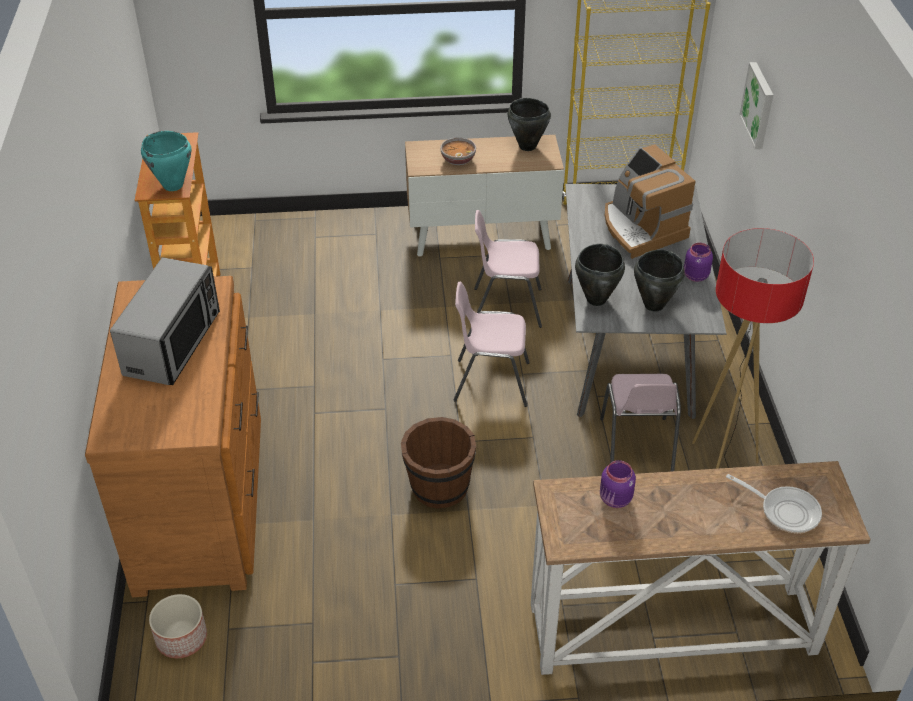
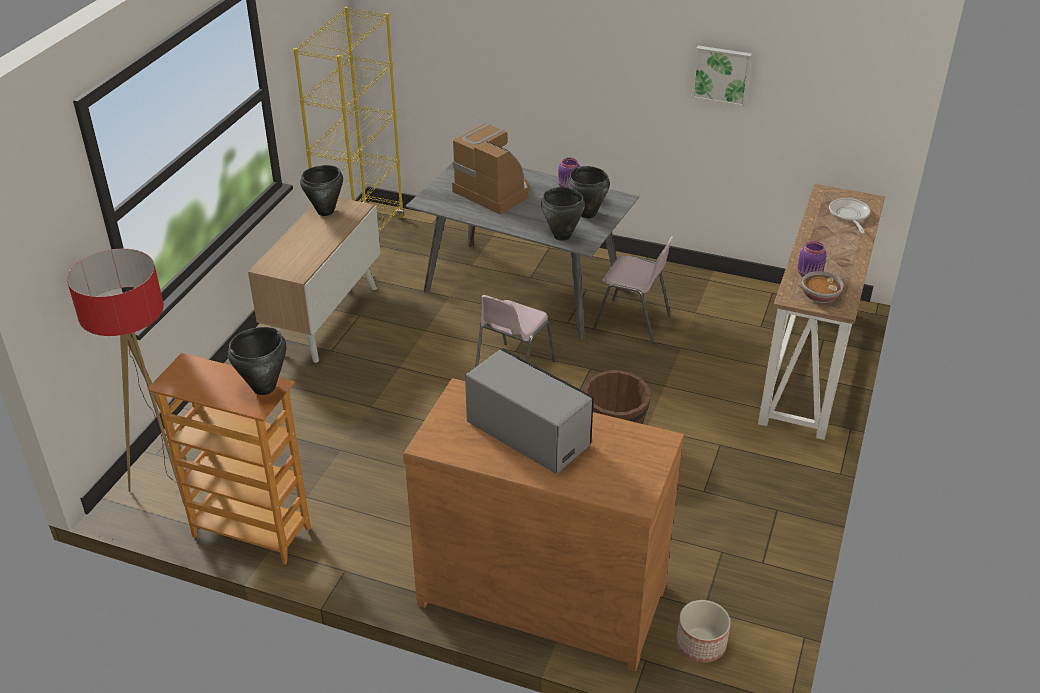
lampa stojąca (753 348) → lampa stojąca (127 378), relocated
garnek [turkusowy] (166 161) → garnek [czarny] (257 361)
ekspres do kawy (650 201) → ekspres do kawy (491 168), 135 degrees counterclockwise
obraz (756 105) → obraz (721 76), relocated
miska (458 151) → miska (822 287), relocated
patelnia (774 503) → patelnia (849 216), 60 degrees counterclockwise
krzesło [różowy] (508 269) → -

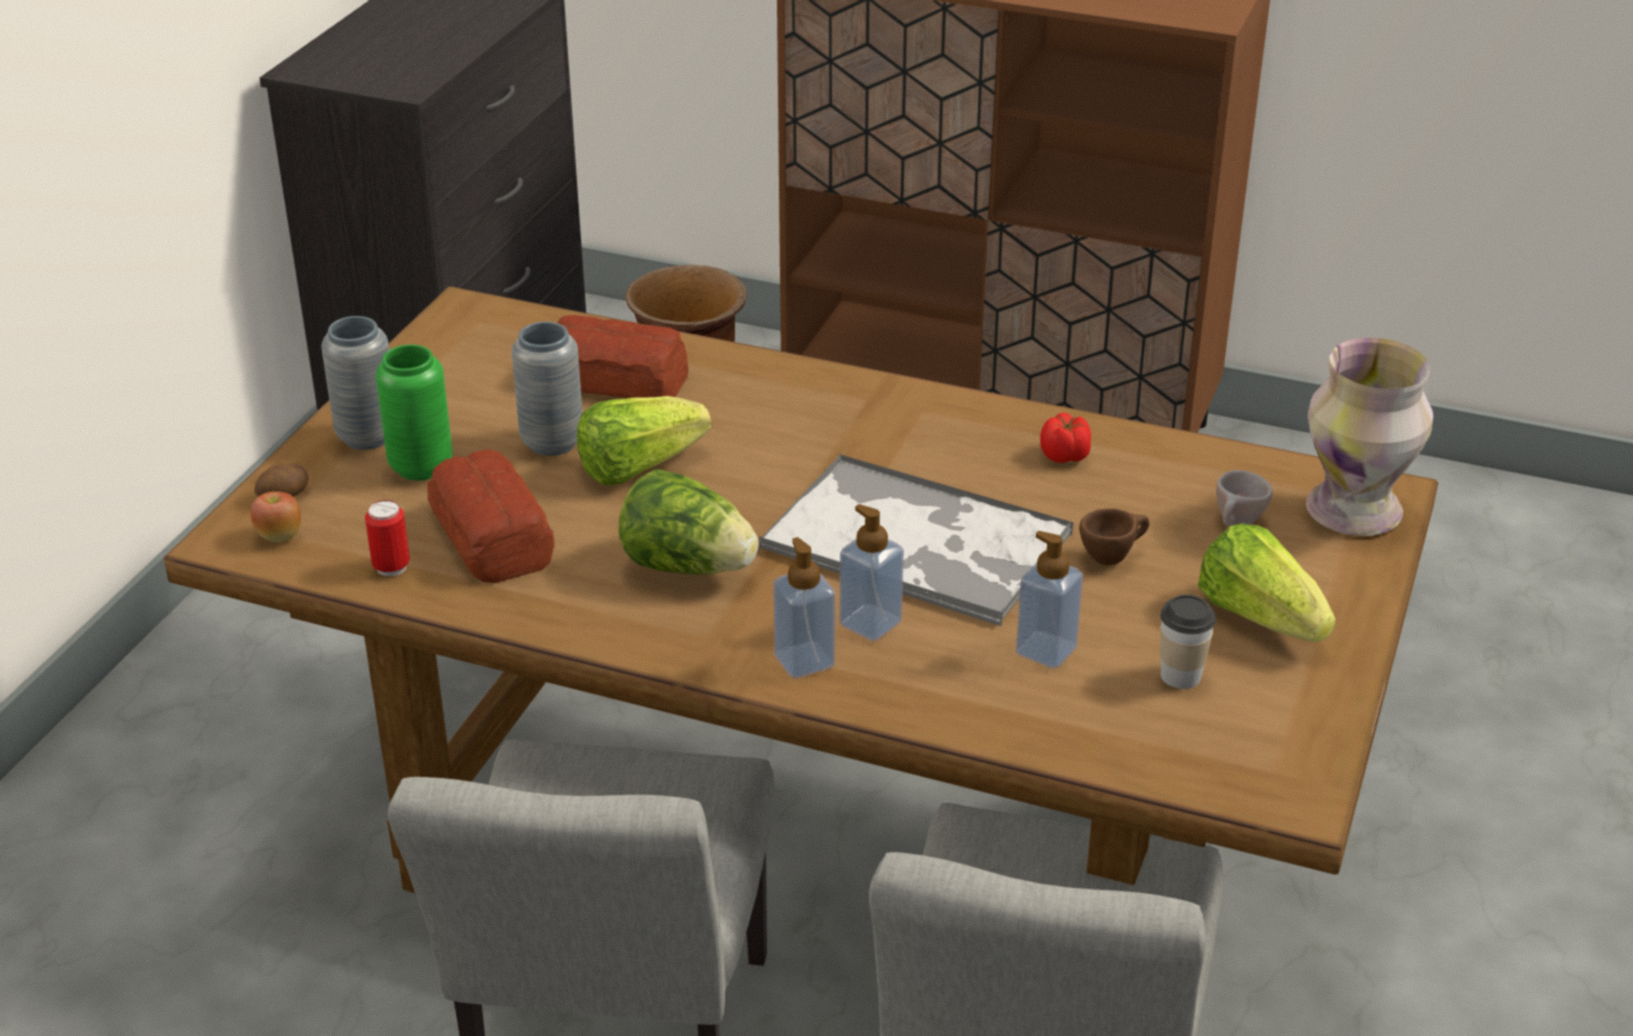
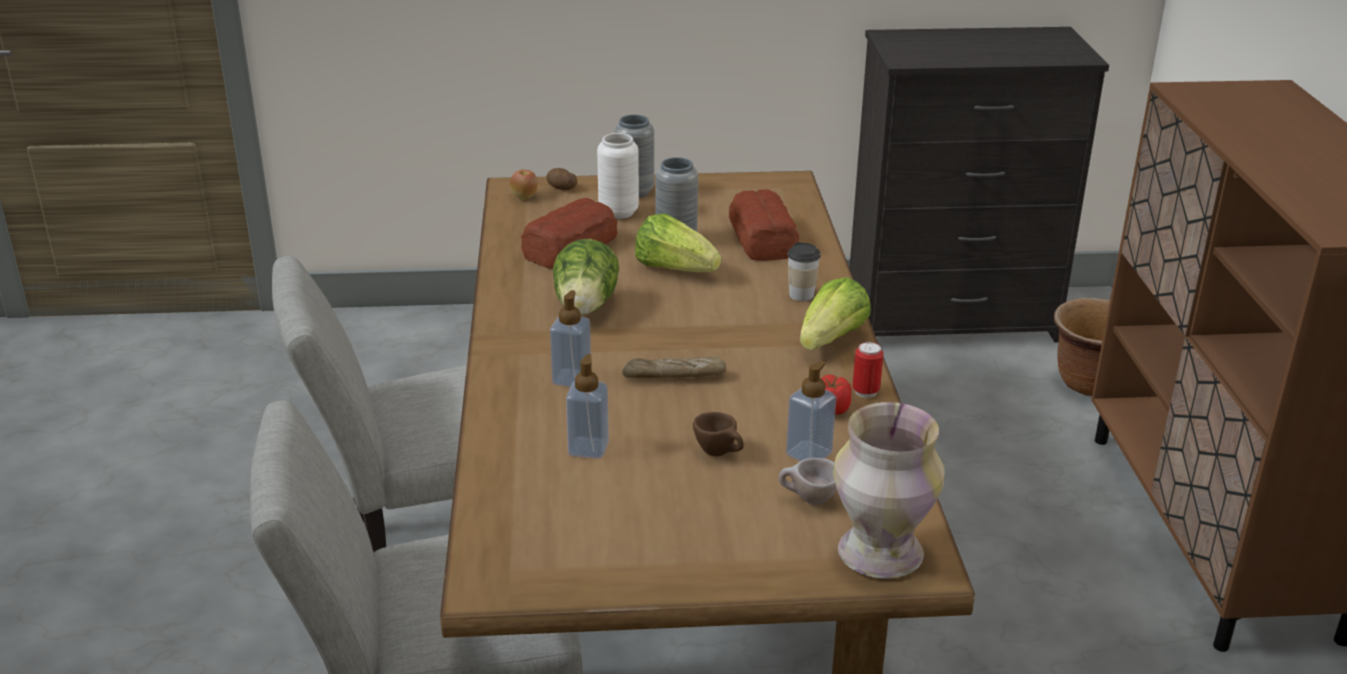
wazon [zielony] (414 412) → wazon [biały] (618 176)
taca (916 539) → chleb (674 367)
dozownik mydła (804 607) → dozownik mydła (811 411), relocated
filiżanka (1188 642) → filiżanka (804 271), relocated
sałata (1267 583) → sałata (835 313), relocated
puszka (387 538) → puszka (868 370), relocated

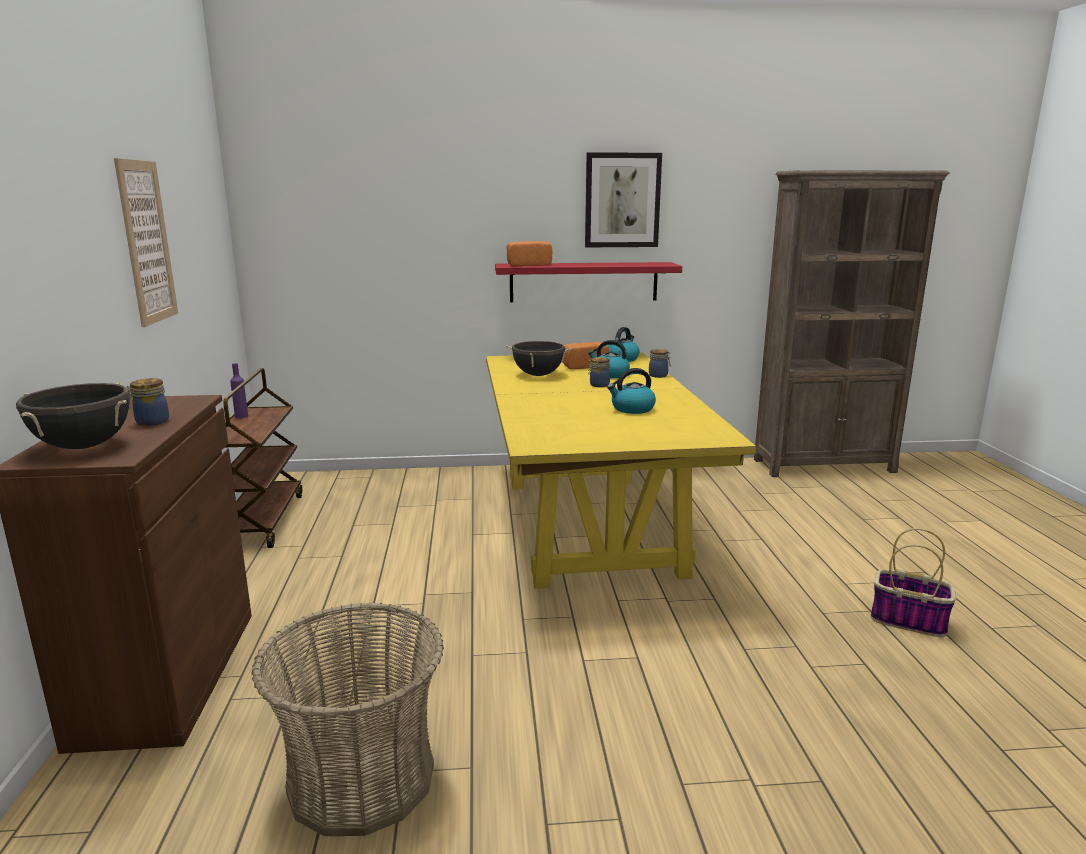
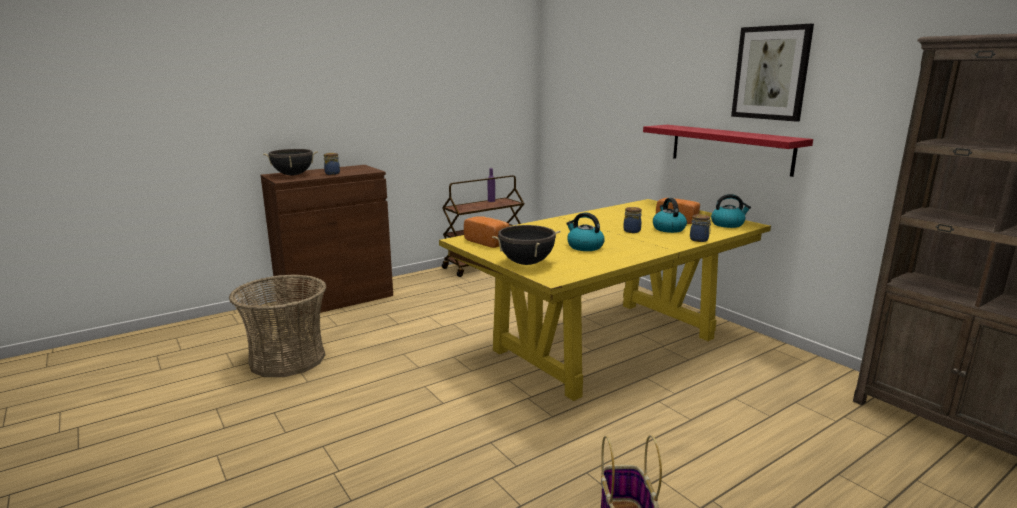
chleb (529 253) → chleb (487 232), relocated
garnek [czarny] (538 358) → garnek [czarny] (526 245), relocated
obraz (146 242) → -

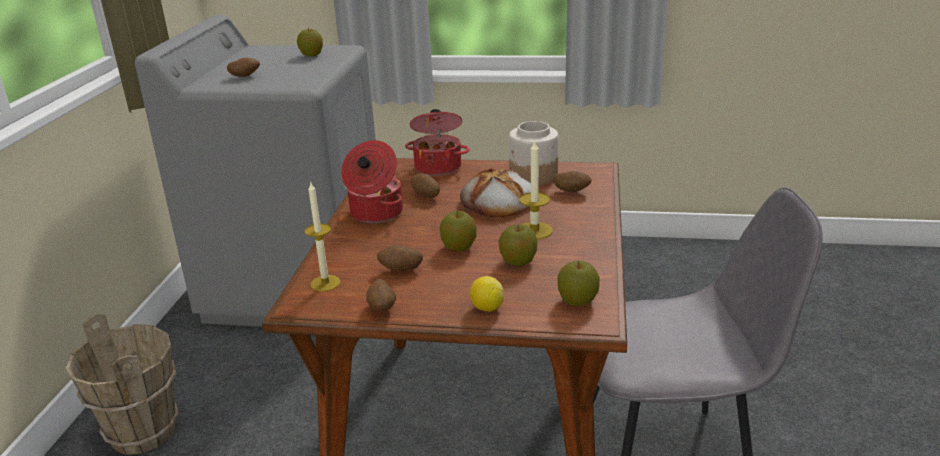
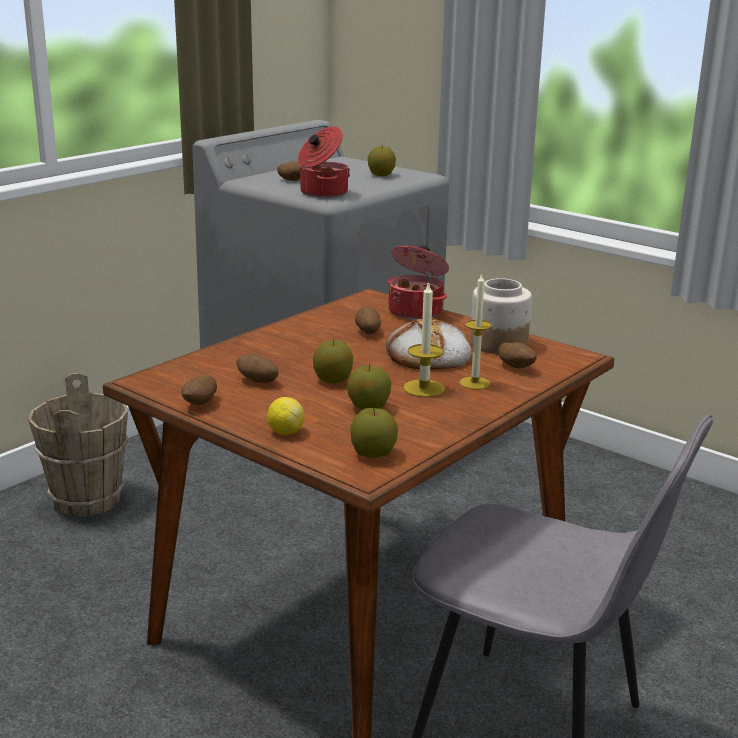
garnek (372 181) → garnek (324 162), relocated
świeca (322 236) → świeca (476 331), relocated

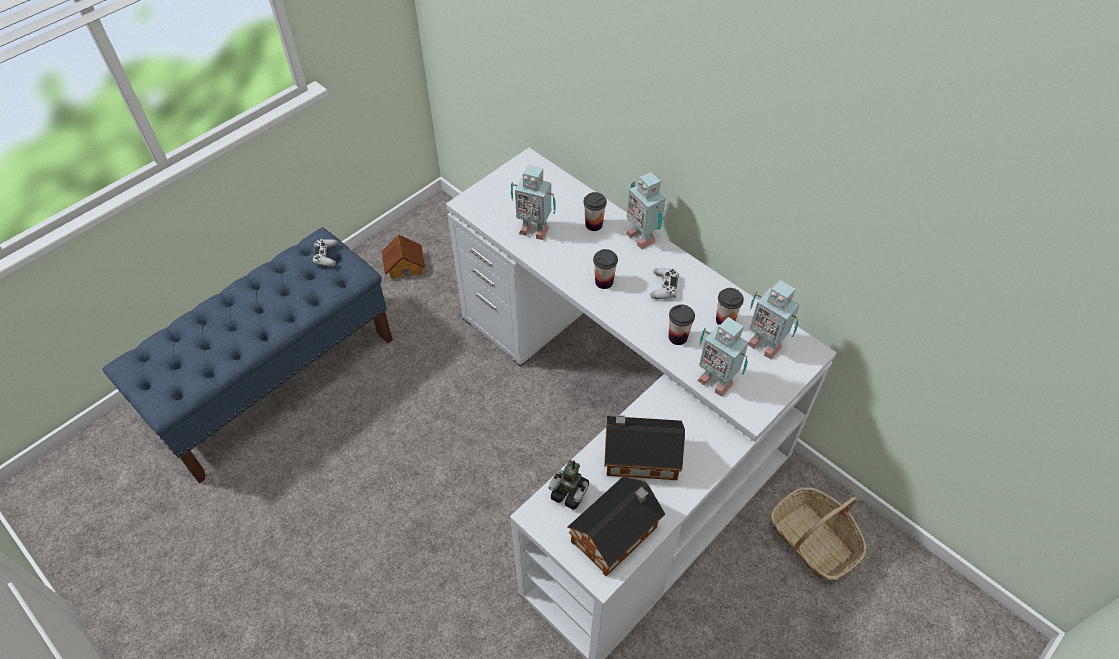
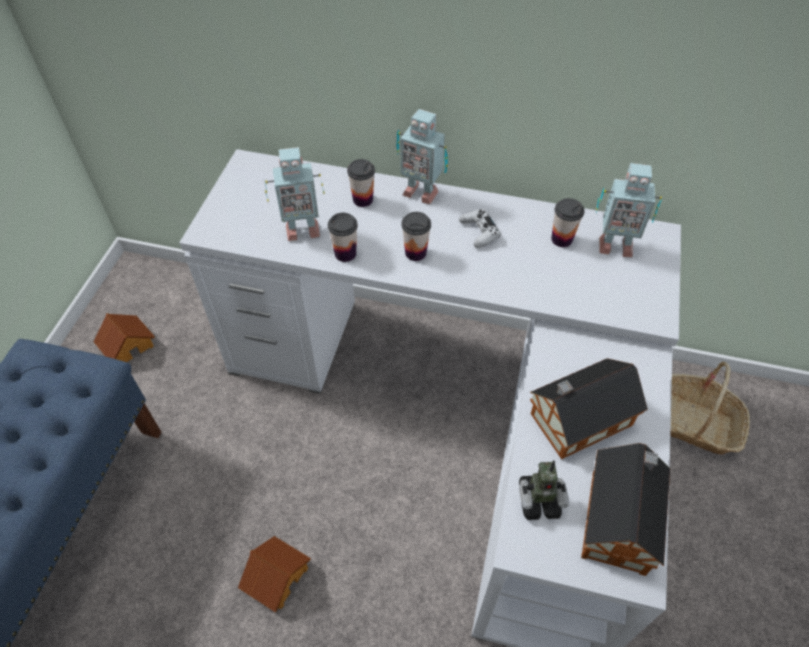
- → domek (274 574)
filiżanka (682 324) → filiżanka (343 237), relocated
pad do gier [biały] (325 253) → -
robot zabawkowy (723 357) → -

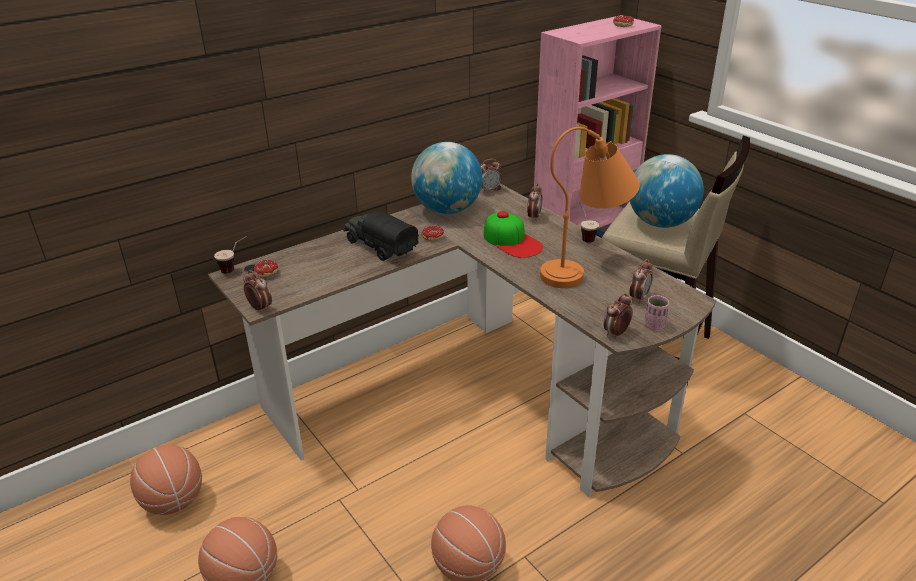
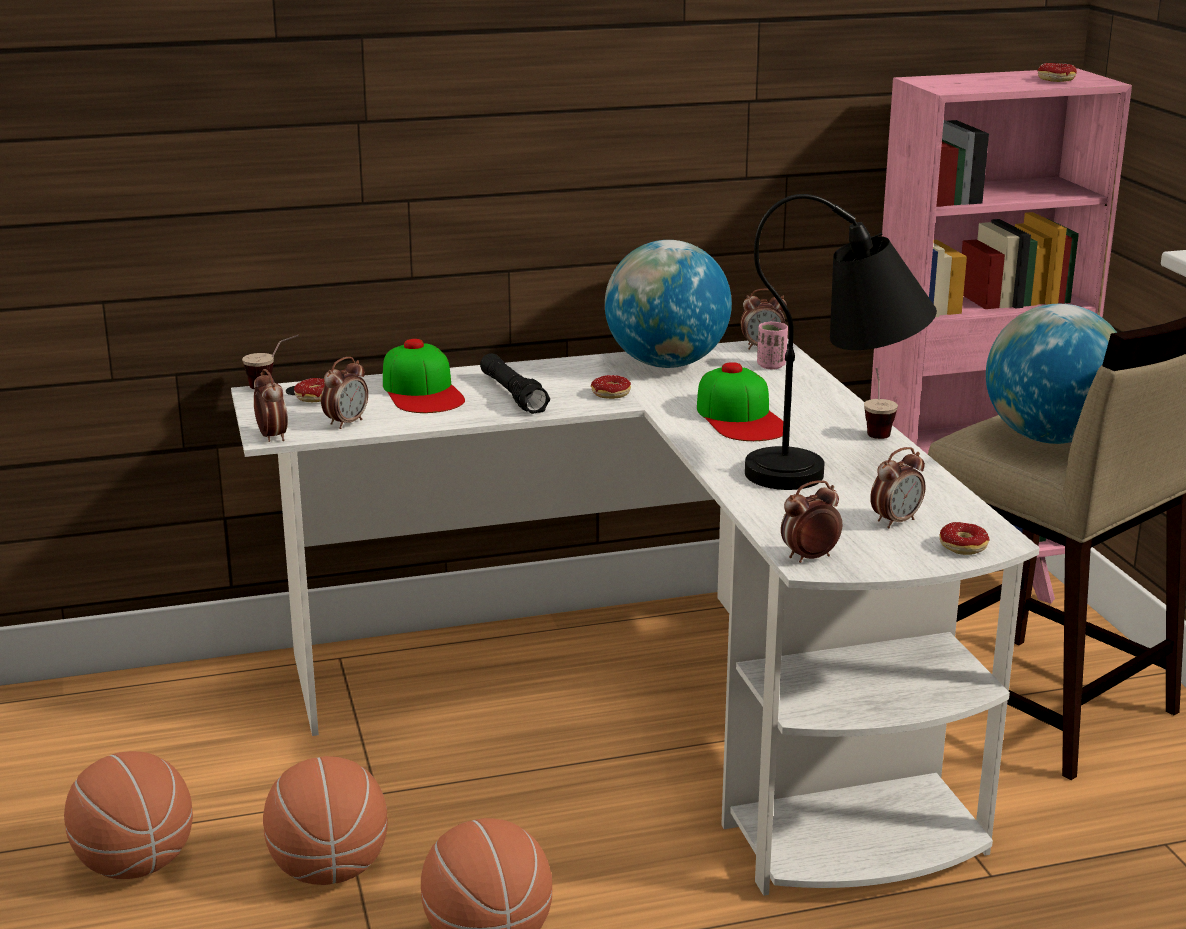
biurko [brązowy] (462 340) → biurko [biały] (635 617)
piłka do koszykówki (166 480) → piłka do koszykówki (325 820), relocated
budzik (534 202) → budzik (344 393), relocated
- → czapka z daszkiem (424 376)
ciężarówka zabawkowa (381 236) → latarka [czarny] (515 383)
lampa stołowa [pomarańczowy] (590 207) → lampa stołowa [czarny] (841 342)
filiżanka [różowy] (656 312) → filiżanka [różowy] (772 345), relocated
- → donut (964 538)

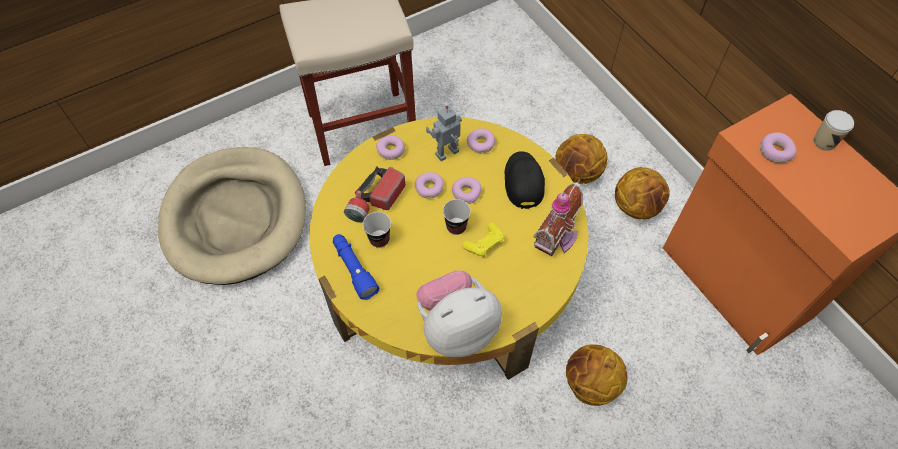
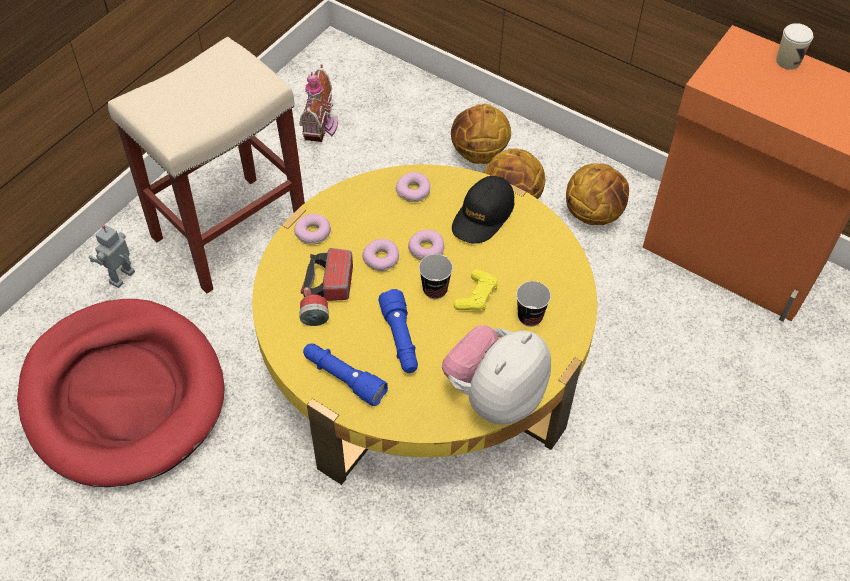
legowisko [beżowy] (232 216) → legowisko [czerwony] (121 393)
robot zabawkowy (444 133) → robot zabawkowy (112 256), relocated
domek (558 217) → domek (318 103), relocated
- → latarka [niebieski] (398 331)
piłka do koszykówki (596 375) → piłka do koszykówki (481 134), relocated
czapka z daszkiem [czarny] (525 180) → czapka z daszkiem [czarny] (483 209), 120 degrees counterclockwise
filiżanka (377 230) → filiżanka (533 304), relocated
donut (778 148) → -

